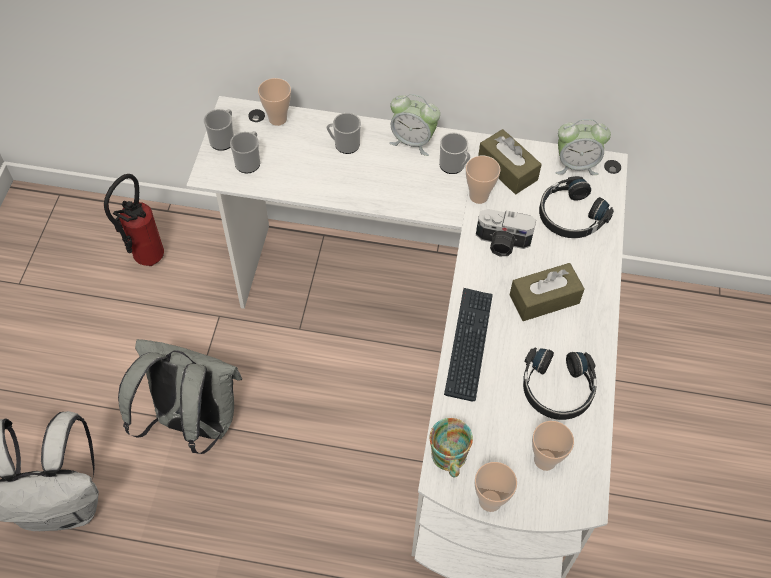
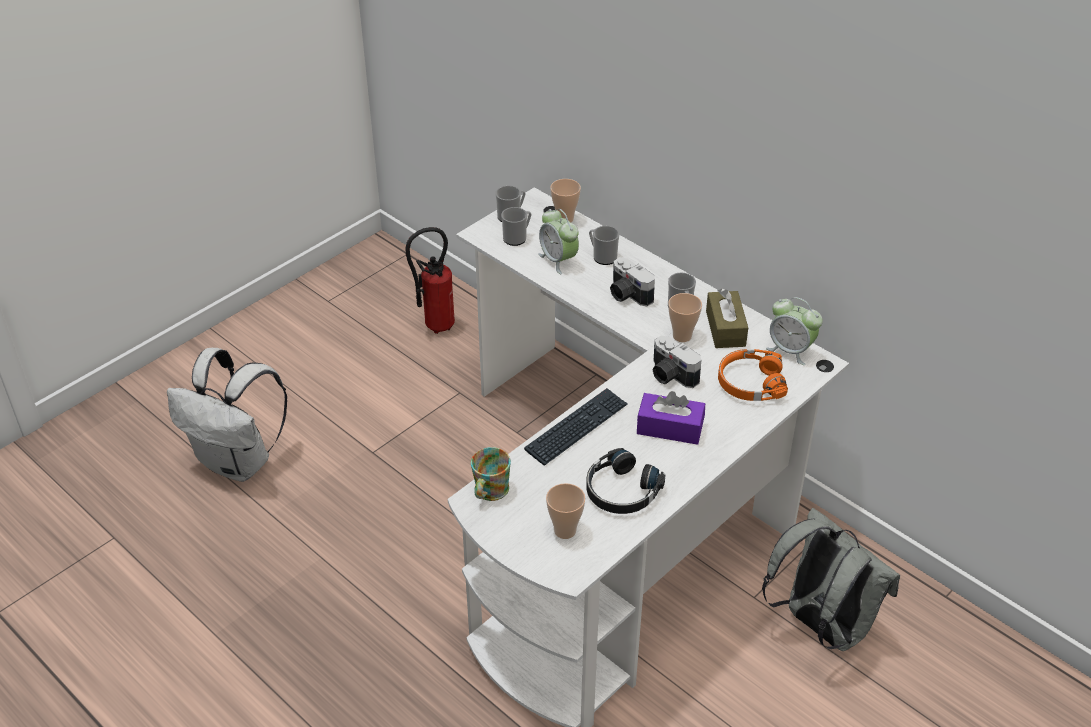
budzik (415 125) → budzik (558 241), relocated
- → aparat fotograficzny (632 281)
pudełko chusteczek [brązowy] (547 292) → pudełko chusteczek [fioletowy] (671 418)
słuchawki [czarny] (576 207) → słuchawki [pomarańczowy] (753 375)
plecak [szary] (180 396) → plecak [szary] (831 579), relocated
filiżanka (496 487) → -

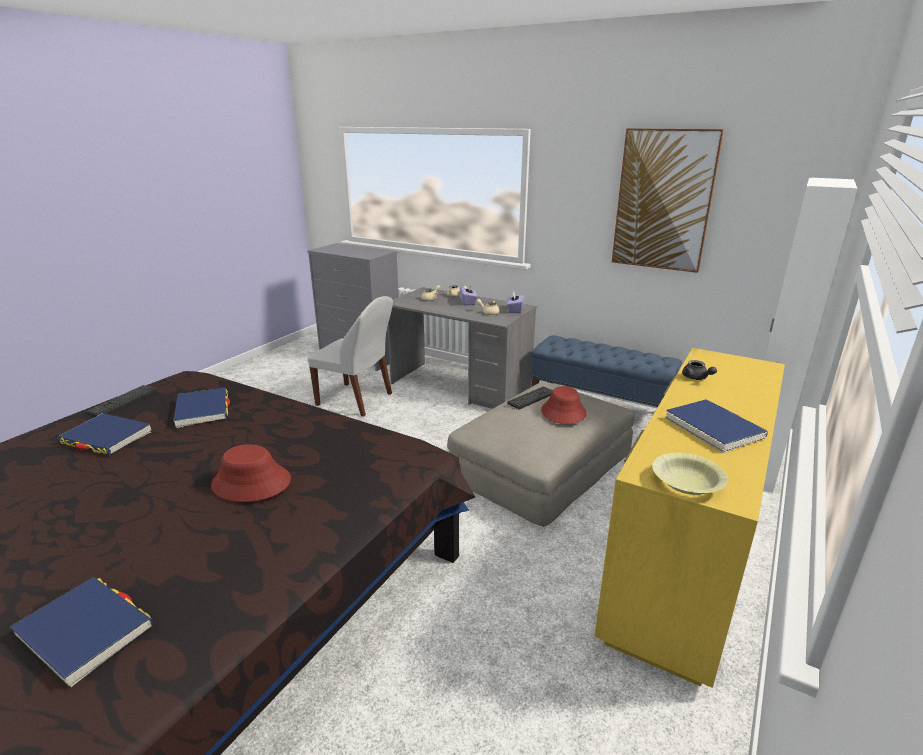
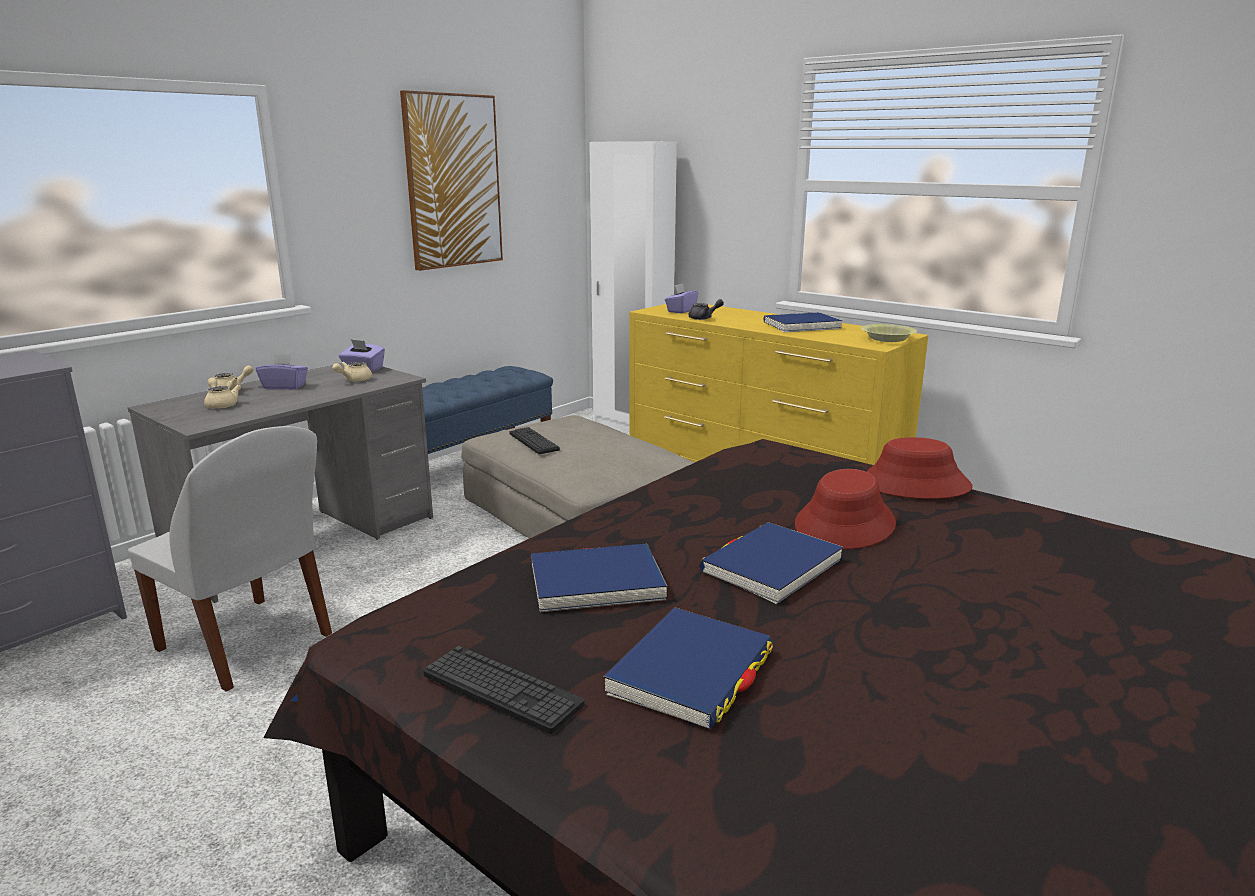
krzesło [biały] (350 356) → krzesło [biały] (230 559), 90 degrees clockwise
- → pudełko chusteczek [fioletowy] (681 298)
książka [niebieski] (81 632) → książka [niebieski] (771 563), relocated
kapelusz [czerwony] (564 405) → kapelusz [czerwony] (919 468), relocated

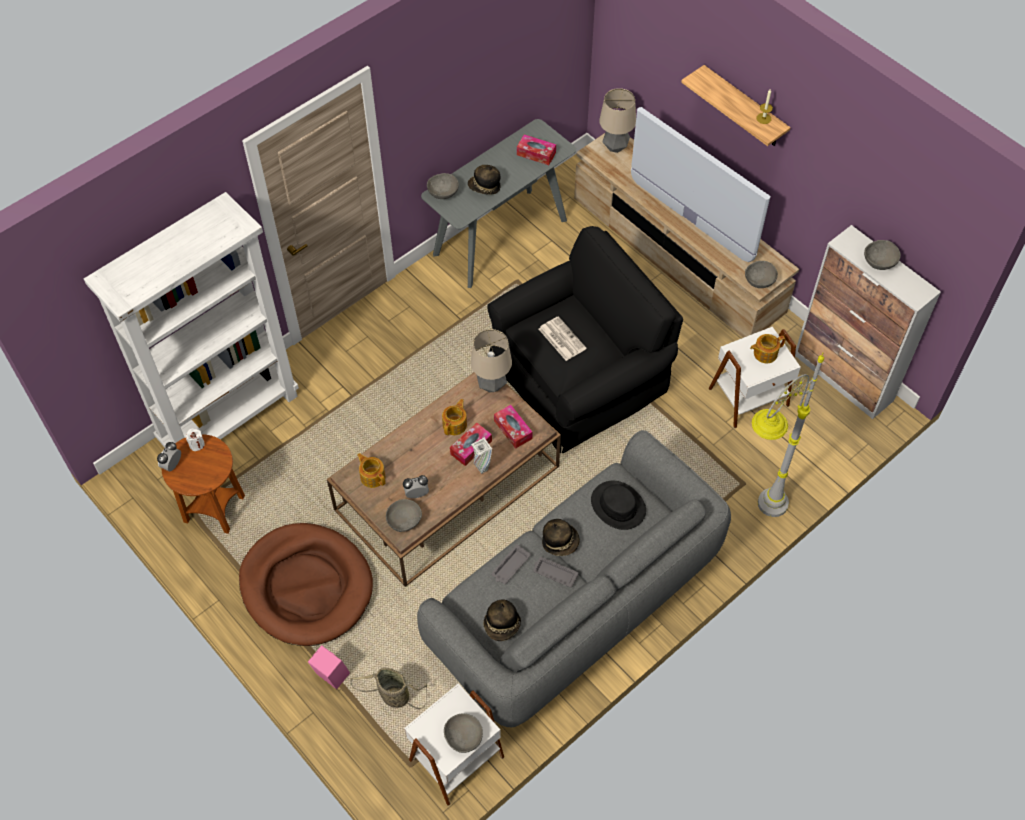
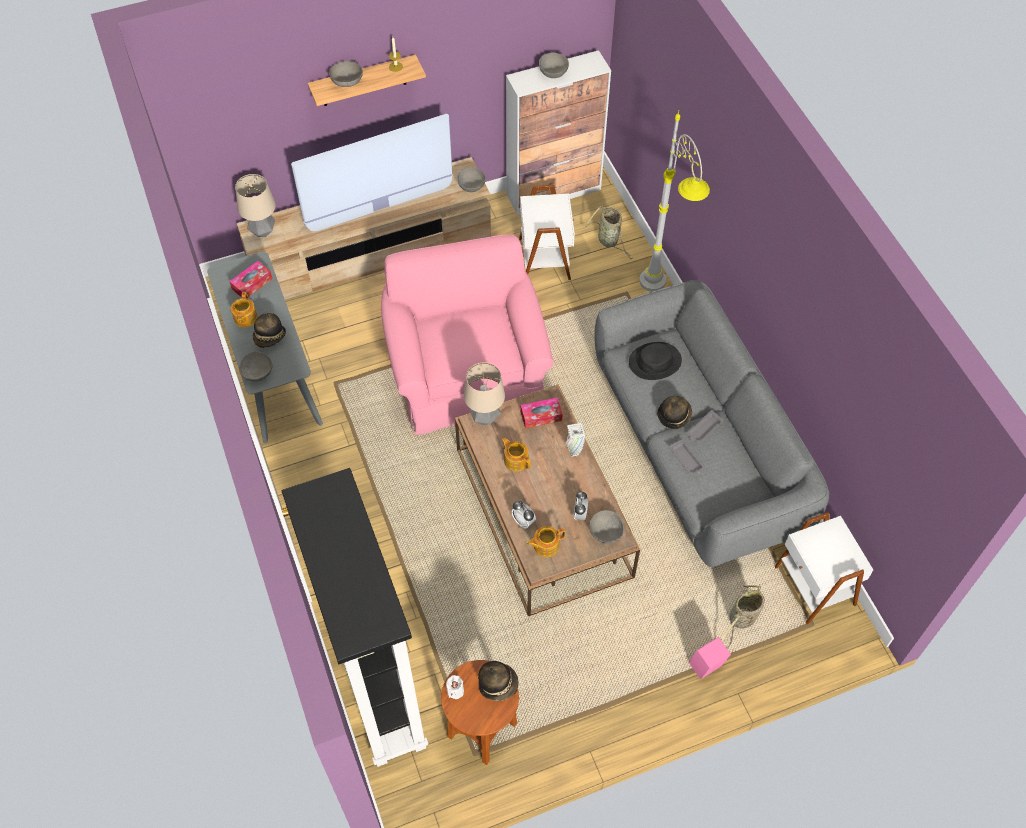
imbryk (768 348) → imbryk (244 309), relocated
regał [biały] (191 320) → regał [czarny] (354 617)
miska [szary] (463 733) → miska [szary] (346 74), relocated
fotel [czarny] (585 339) → fotel [różowy] (467 335)
kapelusz (502 620) → kapelusz (498 681), relocated
budzik (169 457) → budzik (523 515), relocated
- → koszyk (608 232)
legowisko [brązowy] (306 584) → -
pudełko chusteczek (471 444) → -
gazeta (562 338) → -

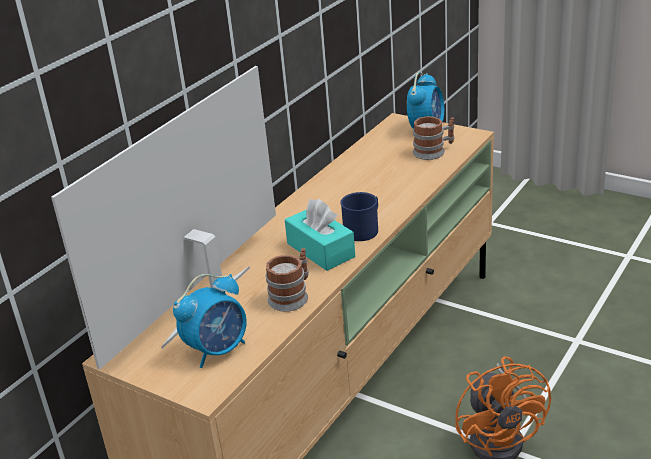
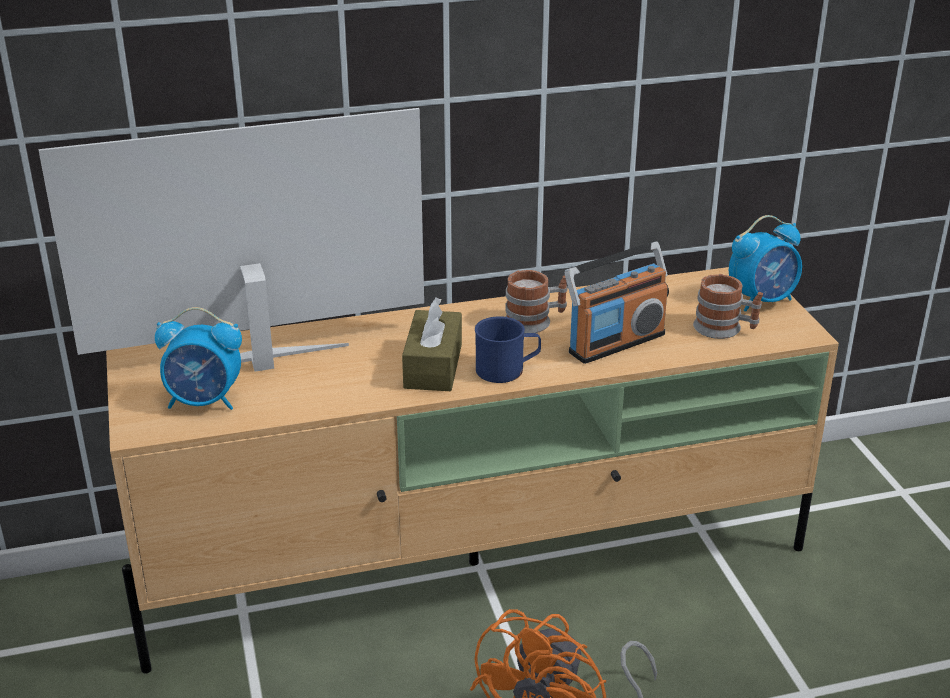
pudełko chusteczek [turkusowy] (320 235) → pudełko chusteczek [brązowy] (432 344)
kubek (287 280) → kubek (536 301), relocated
- → radio (617 302)

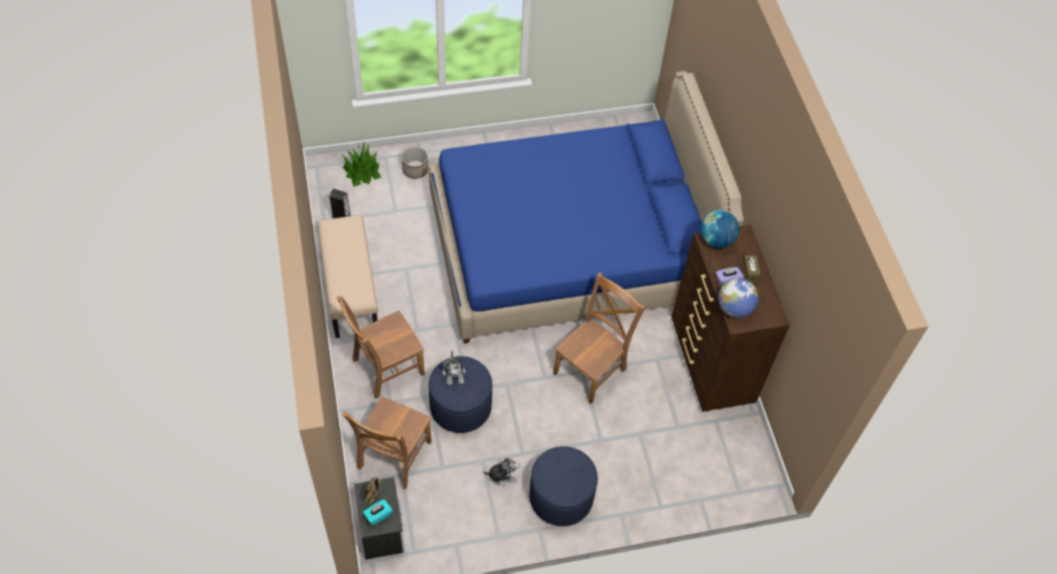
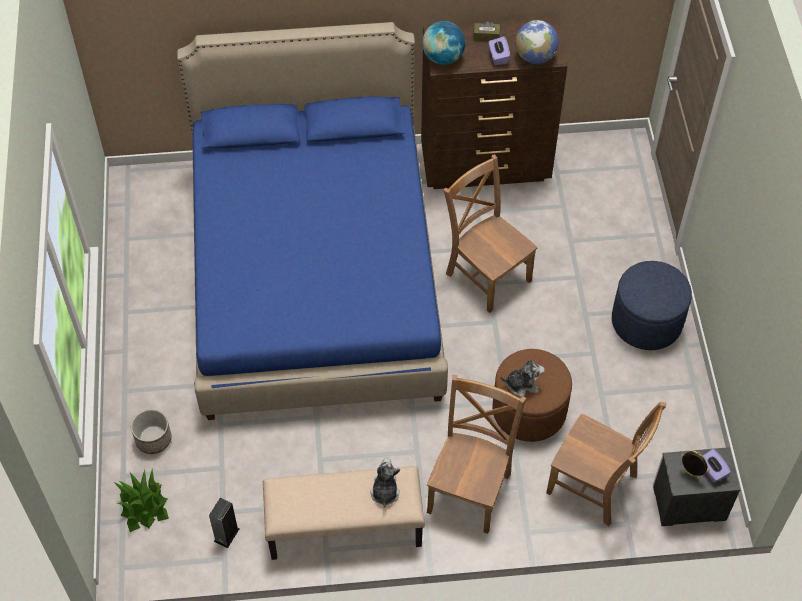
pluszak (502 471) → pluszak (385 483), relocated
krzesło [brązowy] (381 347) → krzesło [brązowy] (476 454), 135 degrees counterclockwise
pufa [niebieski] (460 394) → pufa [brązowy] (532 395)
pudełko chusteczek [turkusowy] (377 512) → pudełko chusteczek [fioletowy] (717 466)

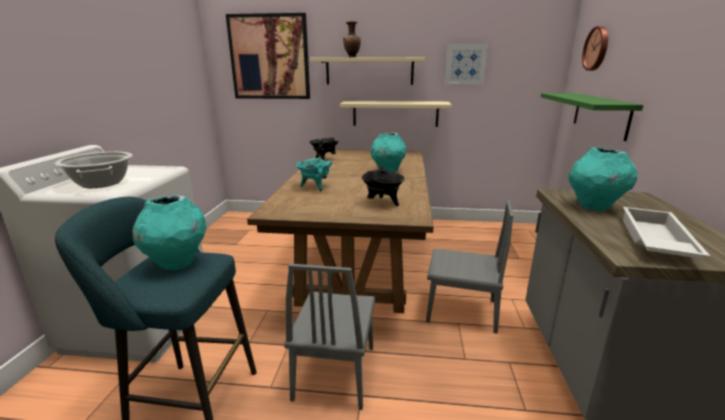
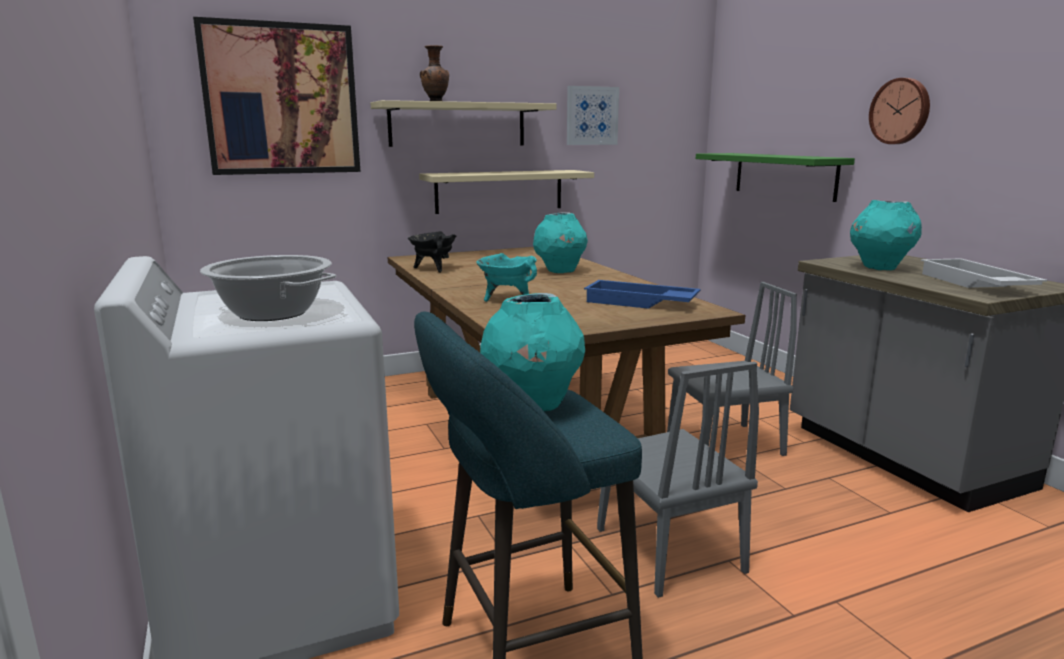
garnek [czarny] (383 186) → taca [niebieski] (642 294)
zegar ścienny (595 48) → zegar ścienny (899 111), relocated

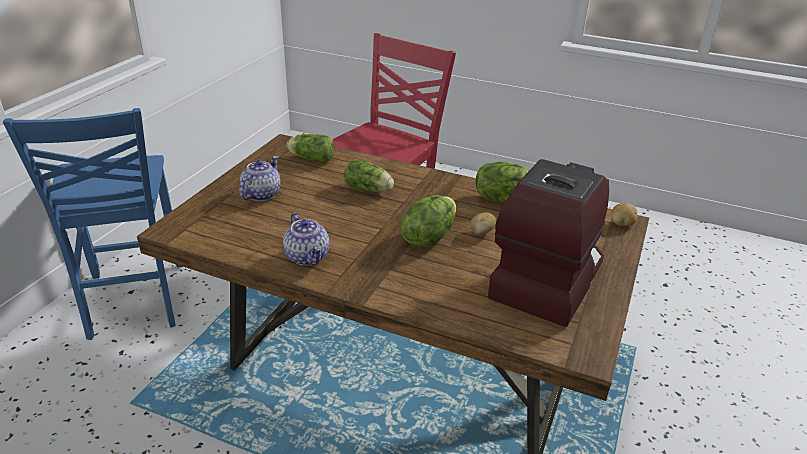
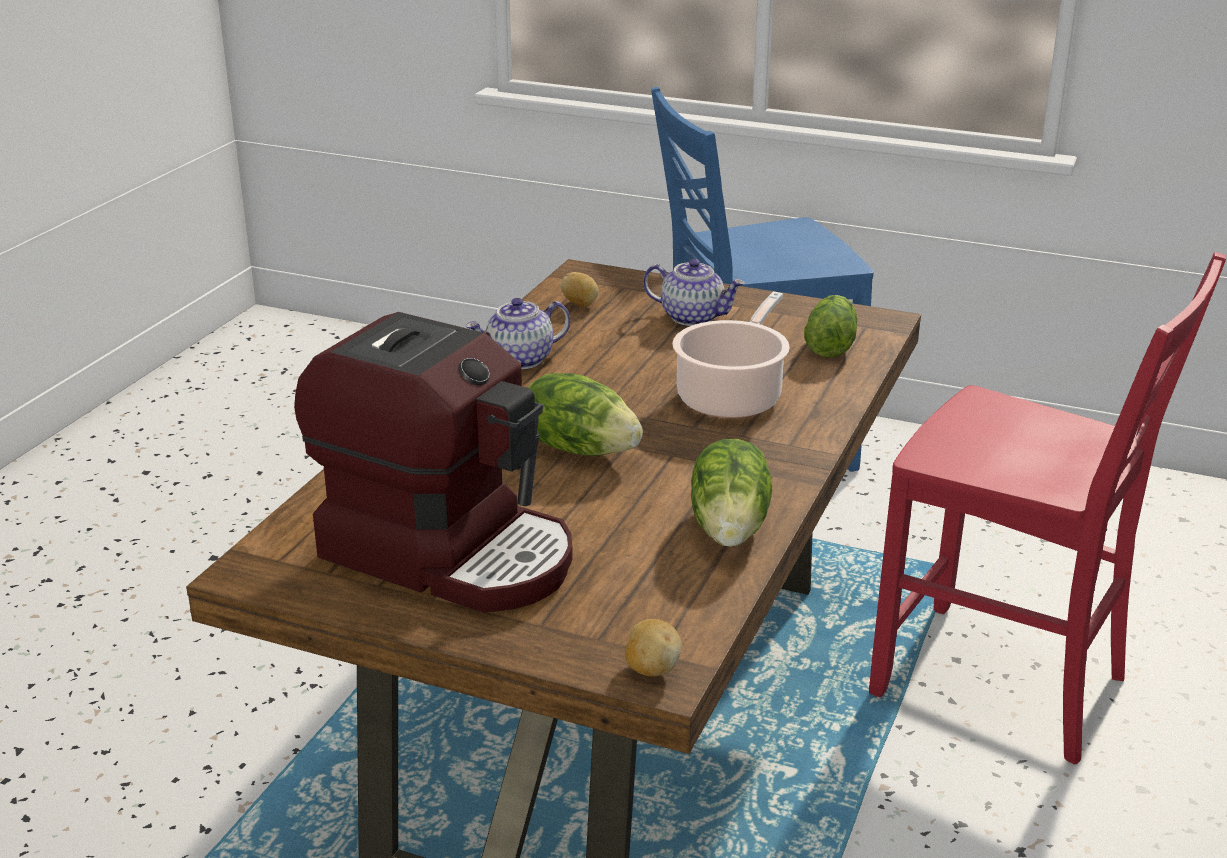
ziemniak (483 223) → ziemniak (579 289), relocated
sałata (369 175) → garnek (731 354)

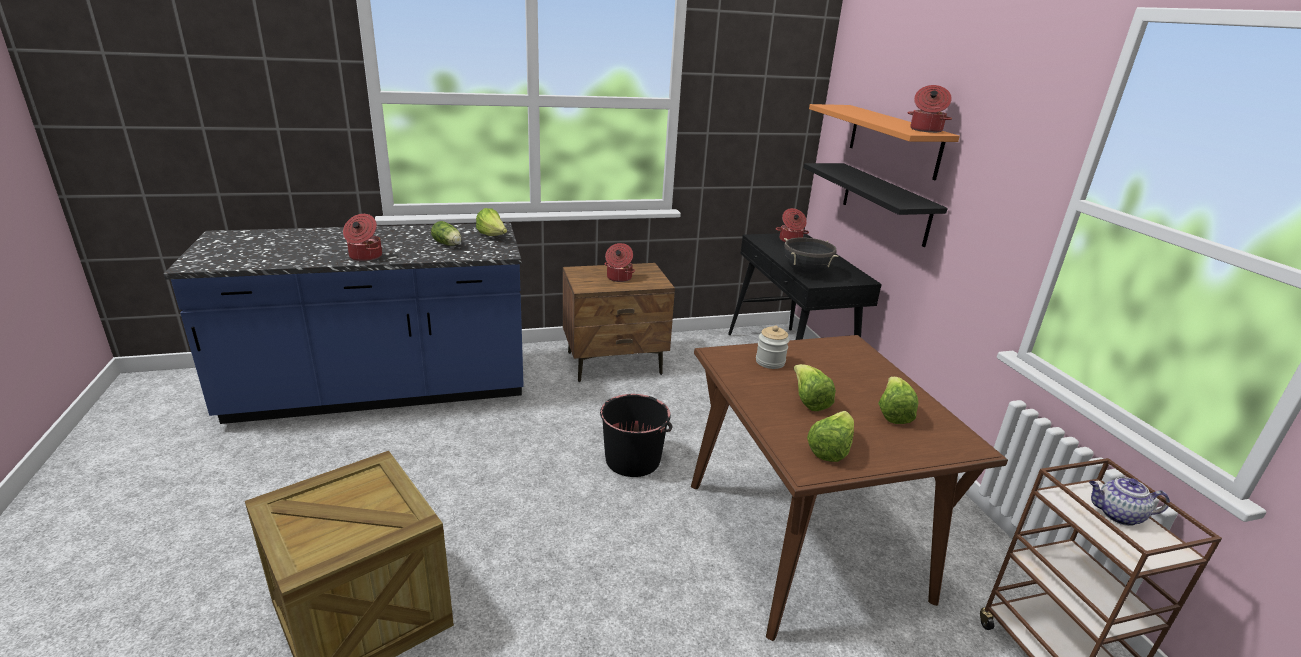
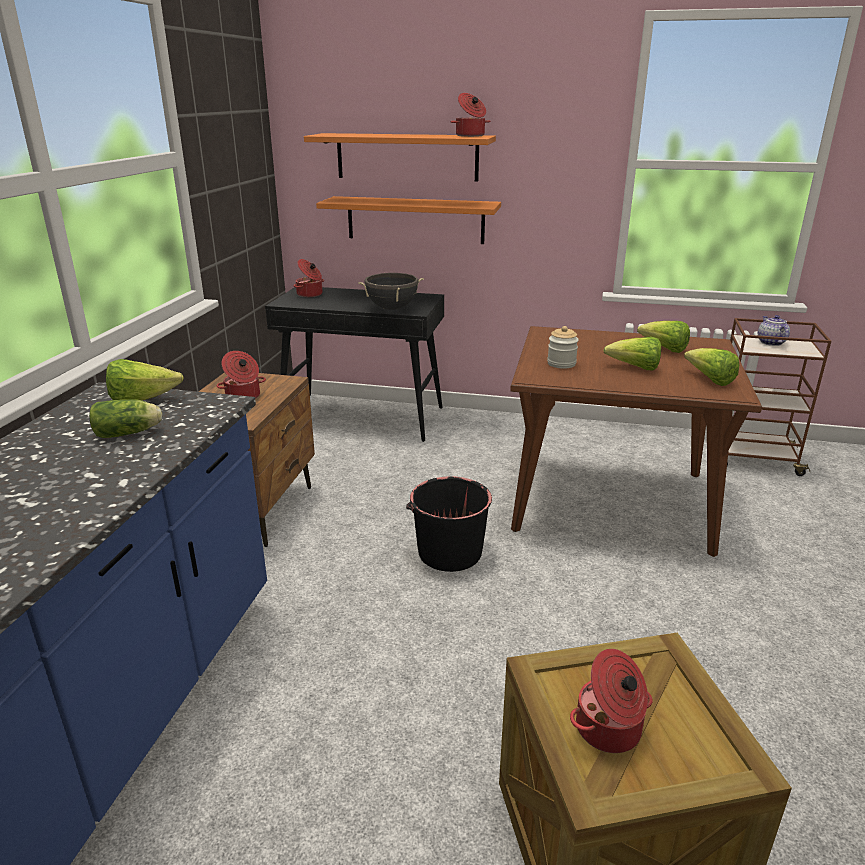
półka [czarny] (876 205) → półka [pomarańczowy] (408 220)
garnek (362 237) → garnek (611 701), relocated
imbryk (1129 501) → imbryk (774 330), 135 degrees clockwise

